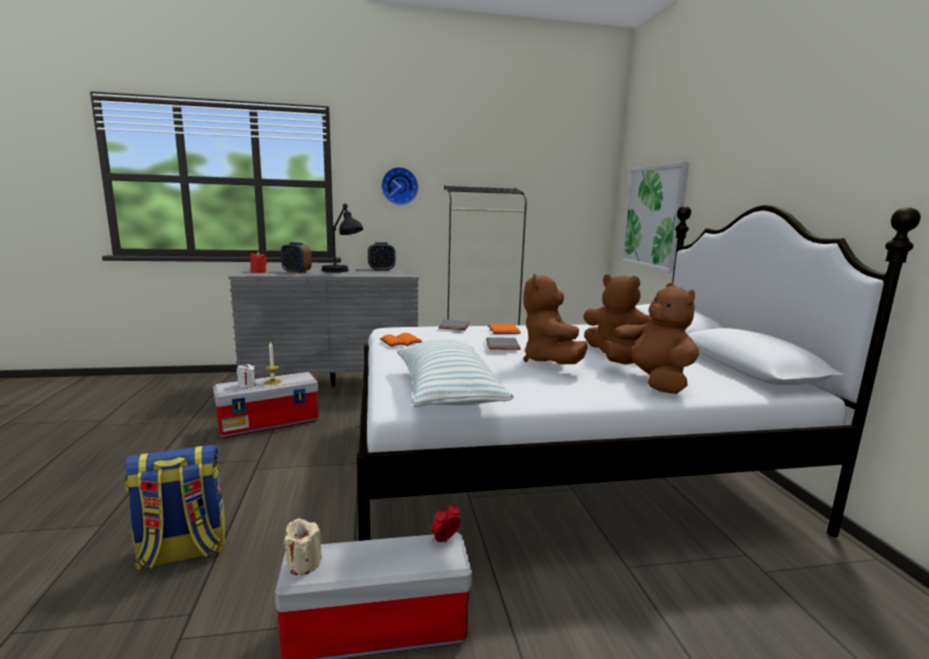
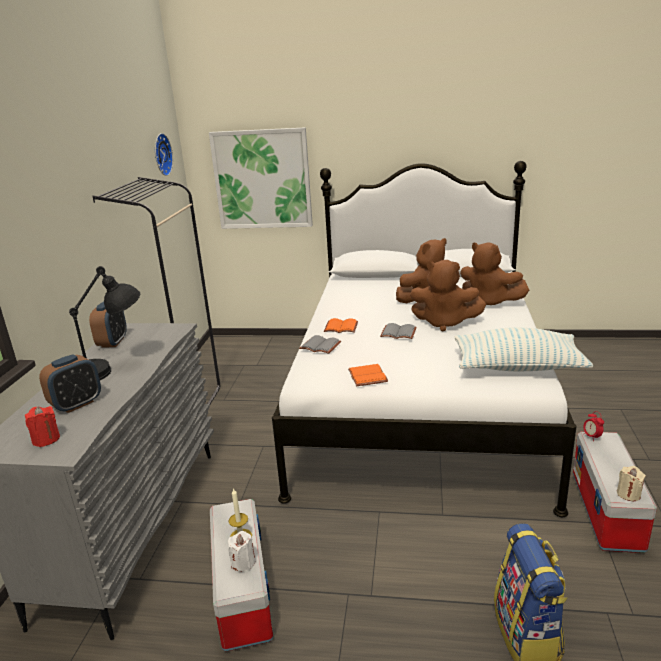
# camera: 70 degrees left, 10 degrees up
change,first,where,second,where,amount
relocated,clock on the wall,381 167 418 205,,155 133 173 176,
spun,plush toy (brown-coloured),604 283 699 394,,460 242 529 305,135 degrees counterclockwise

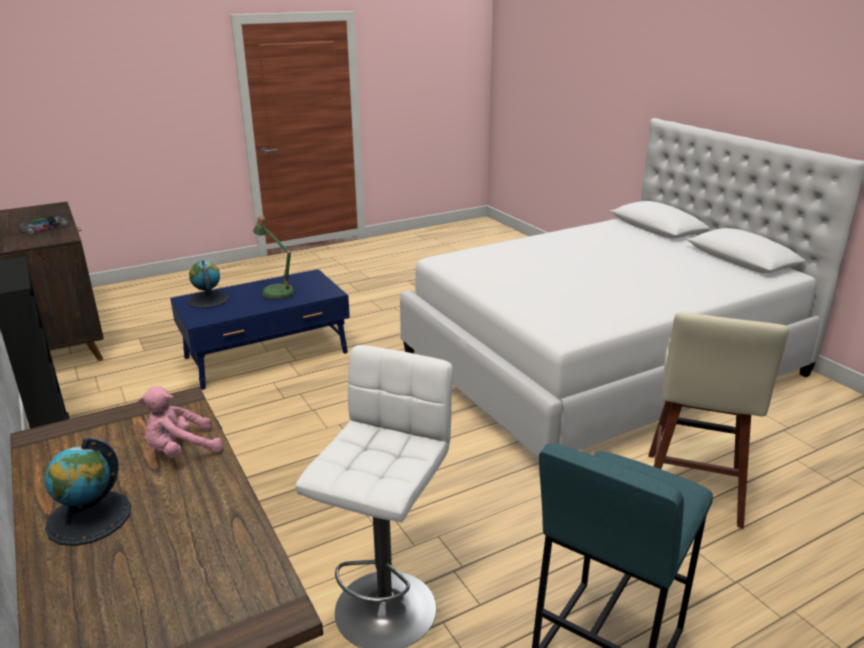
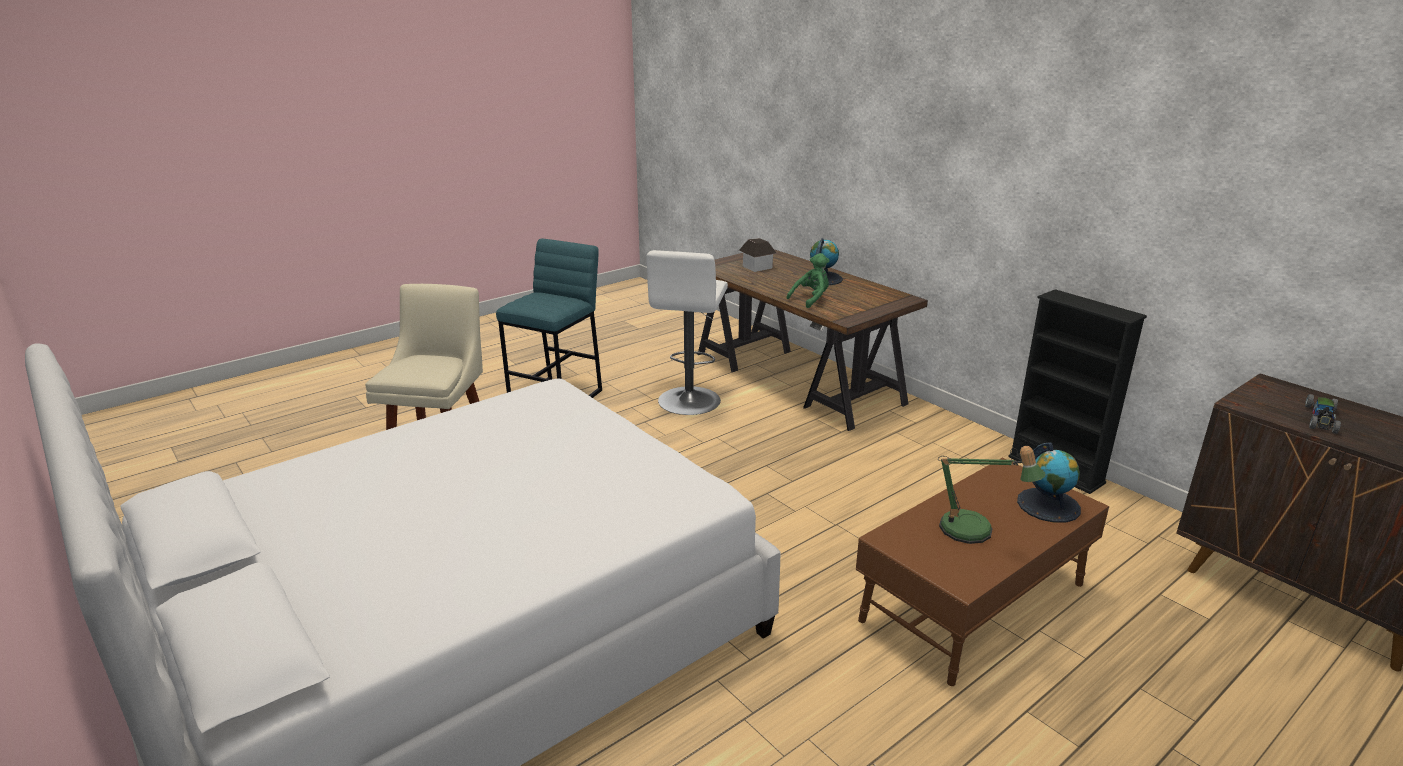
# camera: 170 degrees right, 0 degrees up
change,first,where,second,where,amount
colour,plush toy (pink),137 386 223 458,plush toy (green),786 253 830 308,
colour,low table (blue-coloured),170 269 350 390,low table (brown-coloured),856 458 1109 686,
appeared,,,miniature house,739 238 777 272,

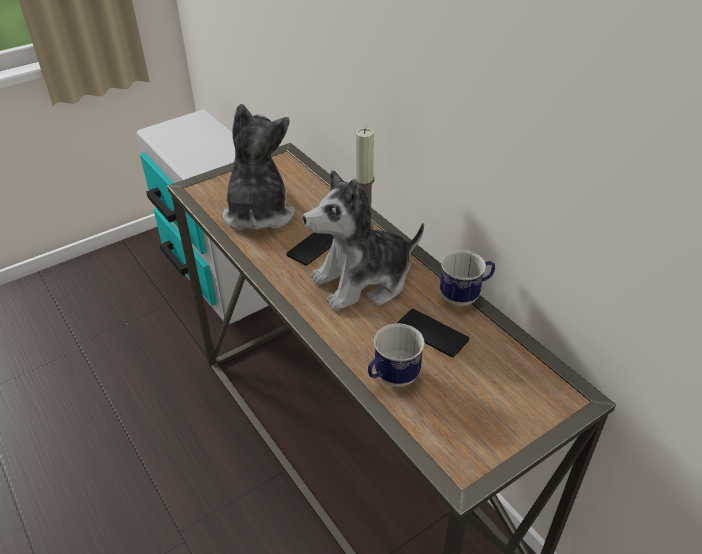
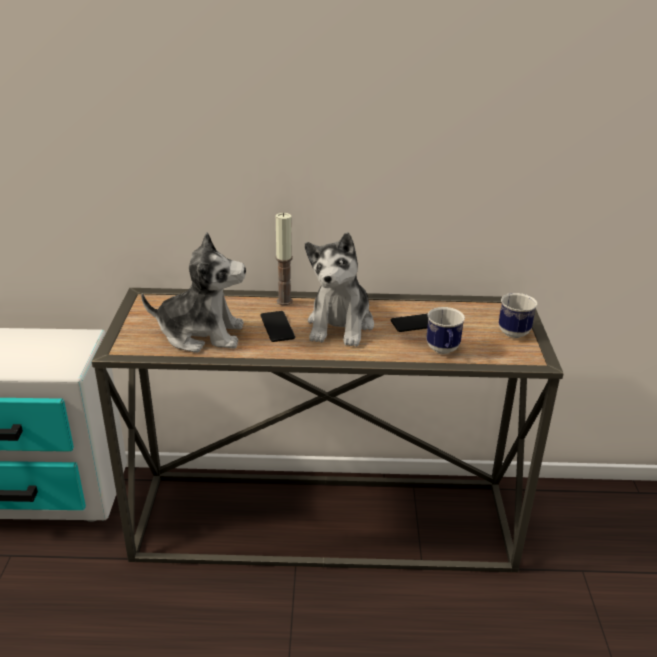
# camera: 55 degrees left, 10 degrees down
change,first,where,second,where,amount
spun,plush toy,223 104 295 230,,141 232 246 353,150 degrees clockwise
relocated,mug,440 250 495 306,,499 293 537 338,

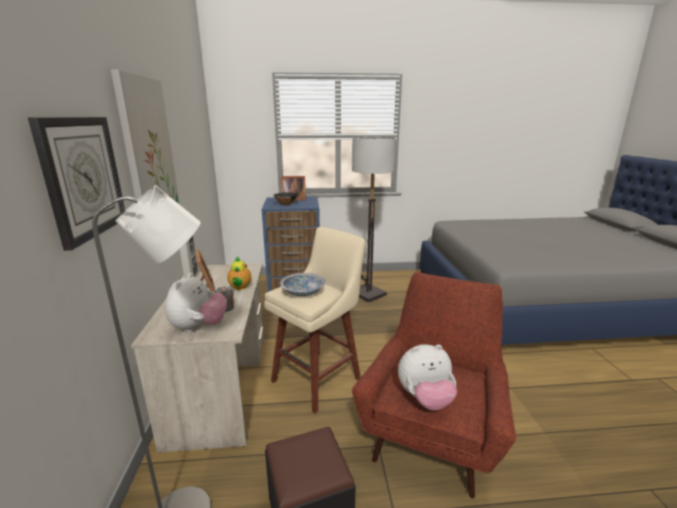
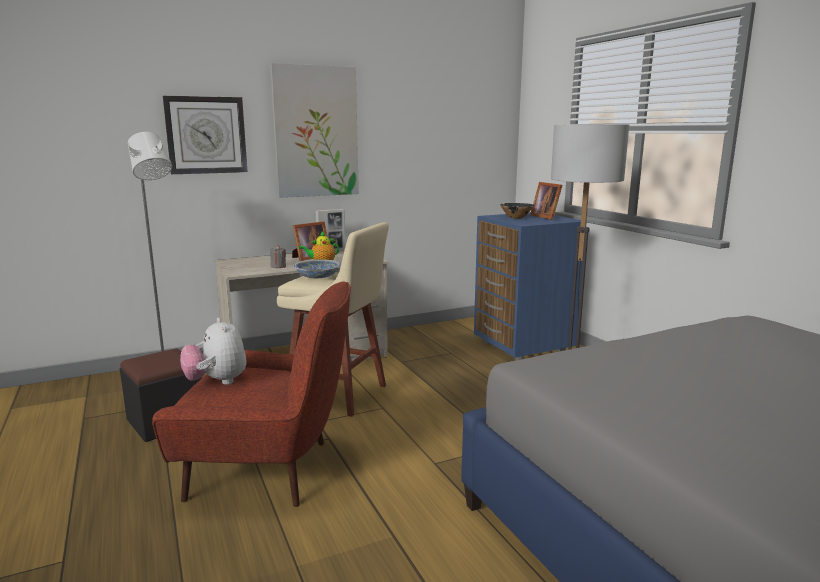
# camera: 70 degrees right, 5 degrees down
change,first,where,second,where,amount
missing,plush toy,165 273 227 332,,,

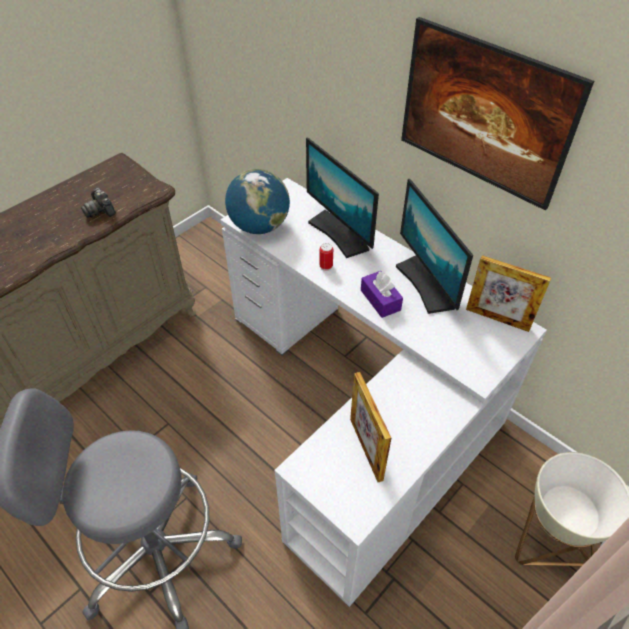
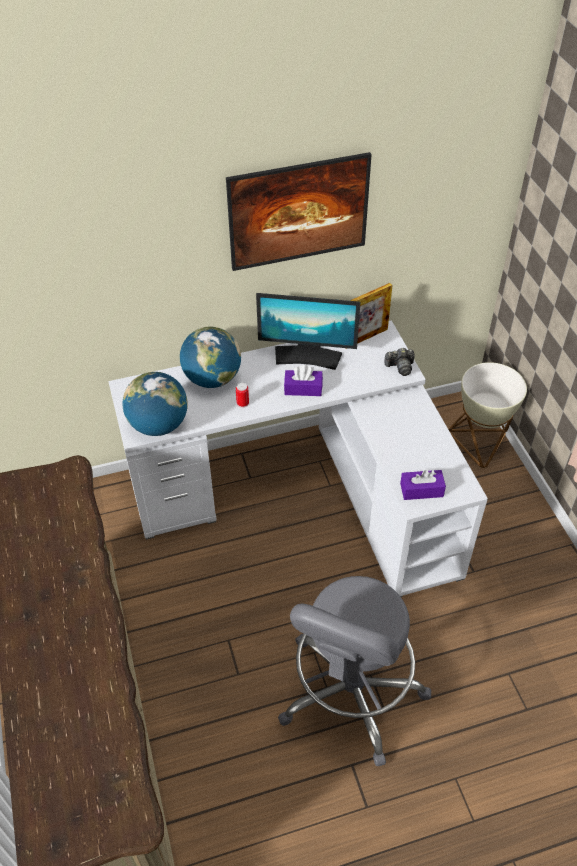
# camera: 60 degrees left, 0 degrees up
change,first,where,second,where,amount
relocated,still camera,81 187 116 218,,384 348 415 376,
exchanged,computer screen,306 137 379 258,desk globe,180 327 241 388,
missing,standing frame,350 372 391 482,,,
appeared,,,tissue holder (purple),400 470 446 500,

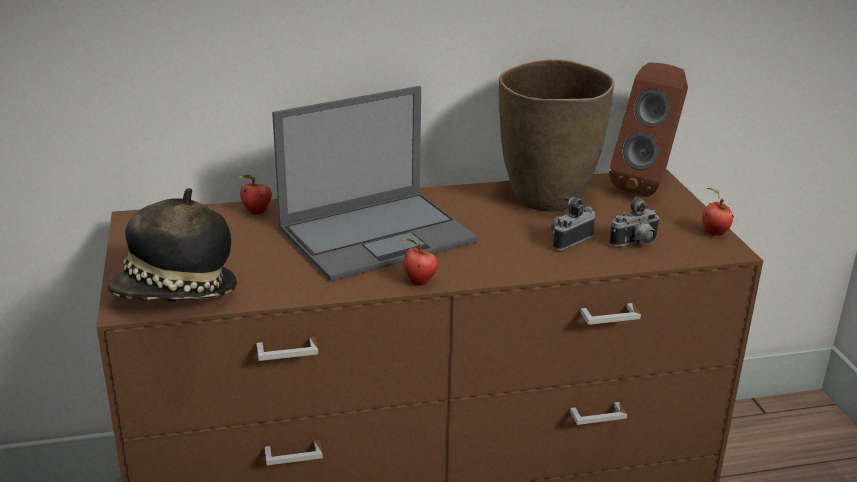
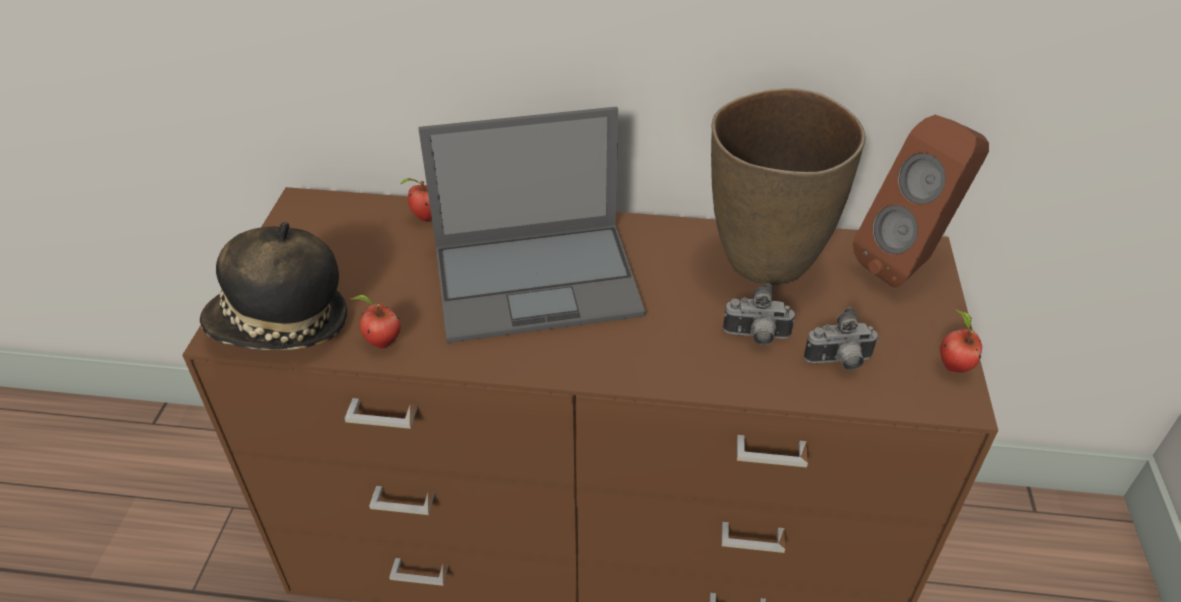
# camera: 20 degrees right, 15 degrees up
change,first,where,second,where,amount
relocated,apple fruit,399 238 438 285,,350 295 401 349,
spun,still camera,551 197 595 250,,723 283 795 345,150 degrees counterclockwise

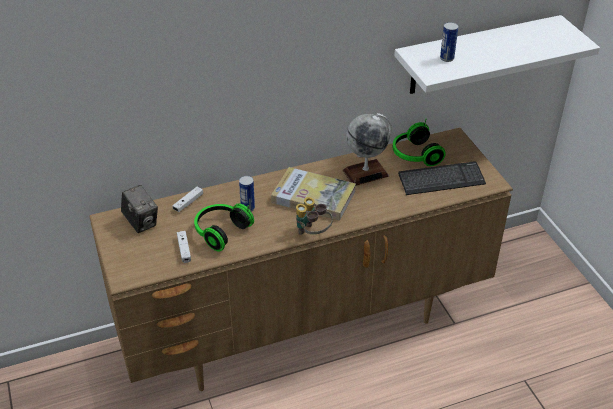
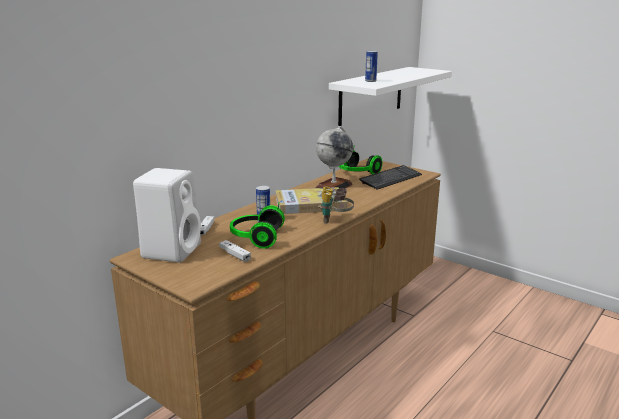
# camera: 30 degrees left, 20 degrees down
change,first,where,second,where,amount
exchanged,still camera,121 185 158 233,loudspeaker (white),133 168 201 262,

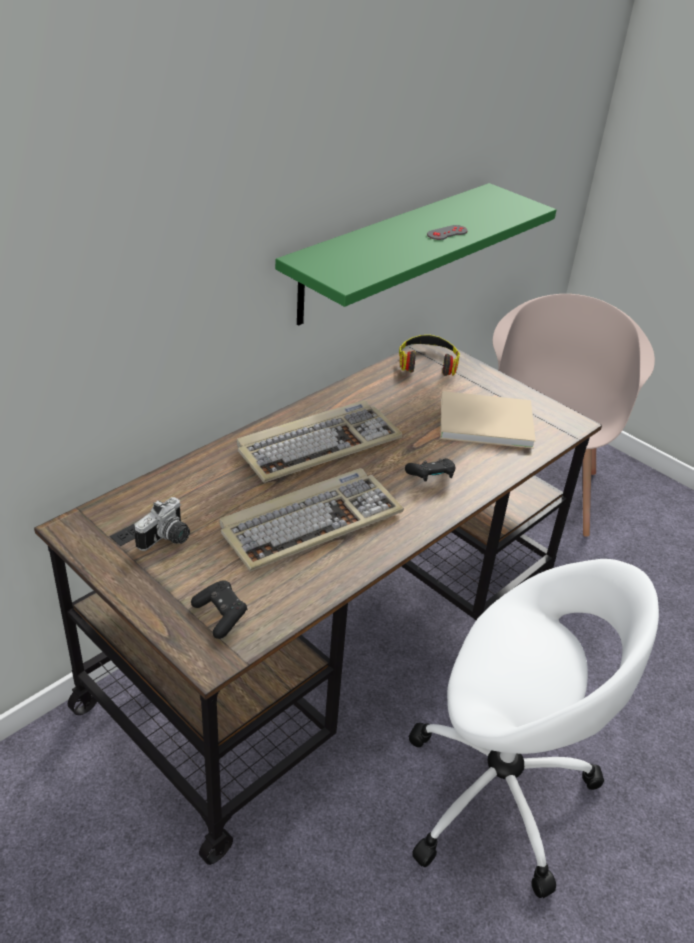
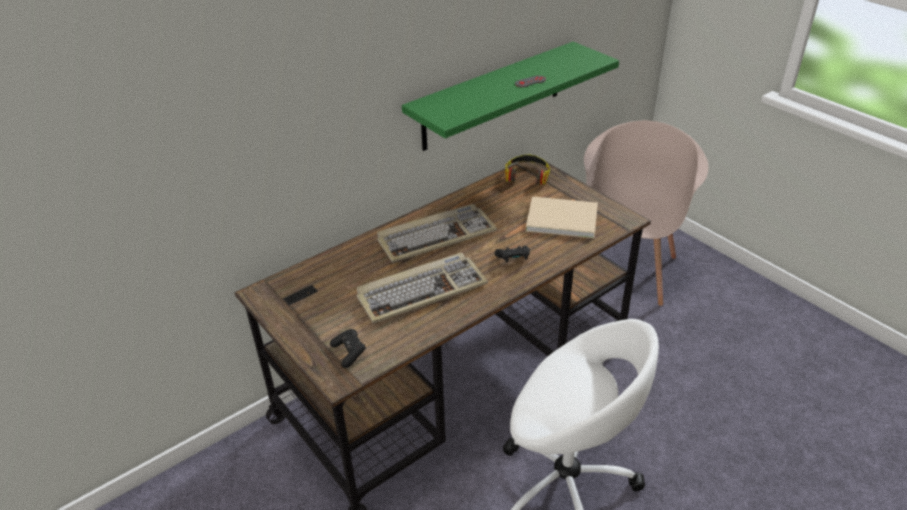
# camera: 10 degrees right, 0 degrees up
change,first,where,second,where,amount
missing,still camera,134 497 190 551,,,

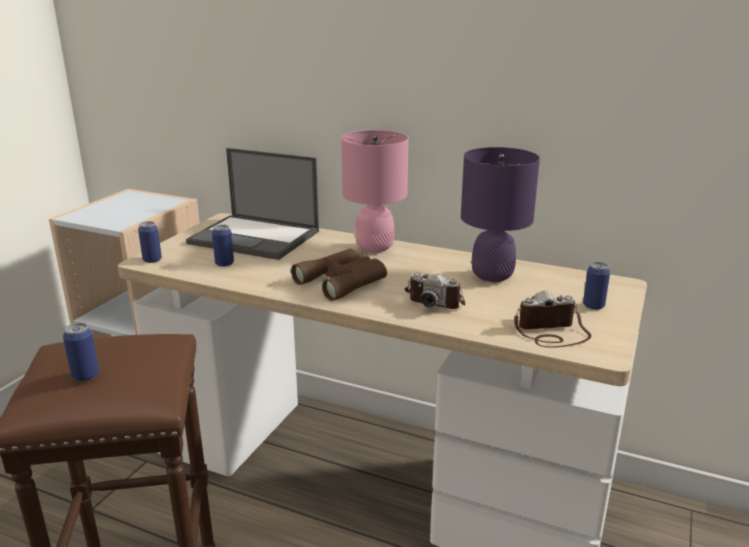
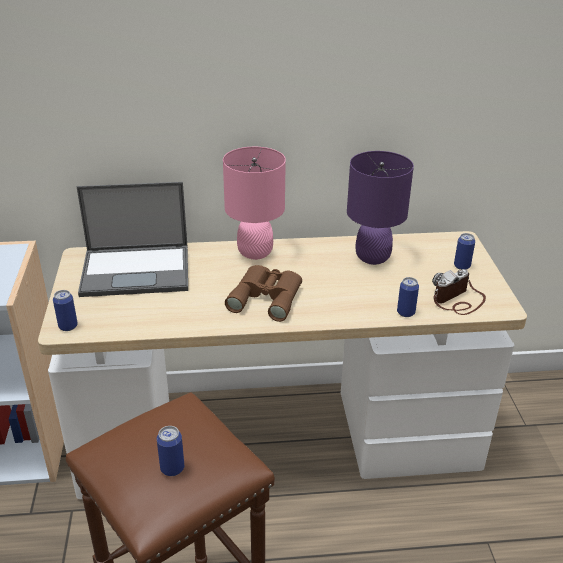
# camera: 30 degrees left, 10 degrees up
change,first,where,second,where,amount
relocated,metal can,212 225 234 267,,397 277 419 317,
missing,still camera,405 273 465 309,,,

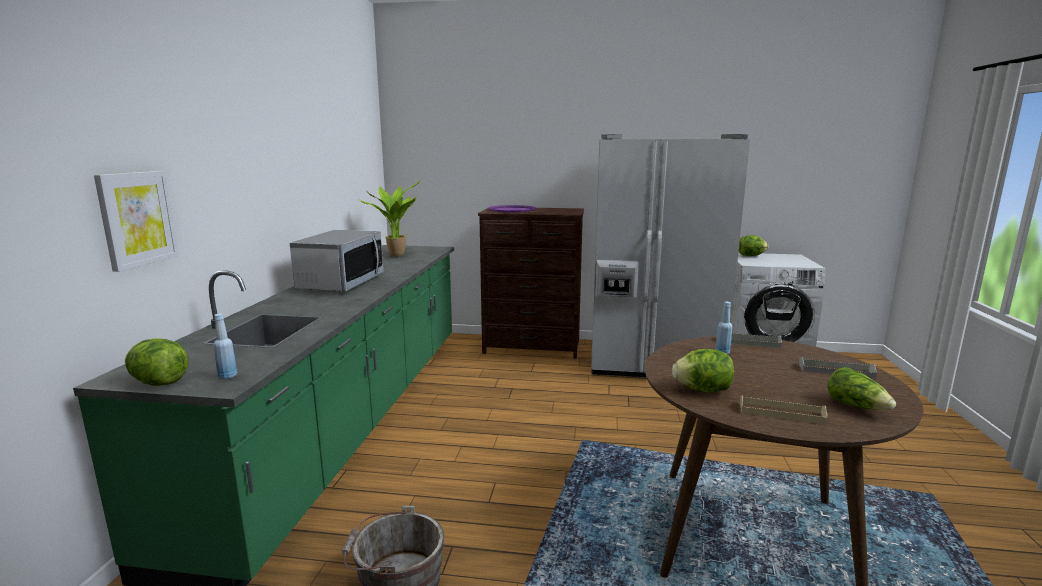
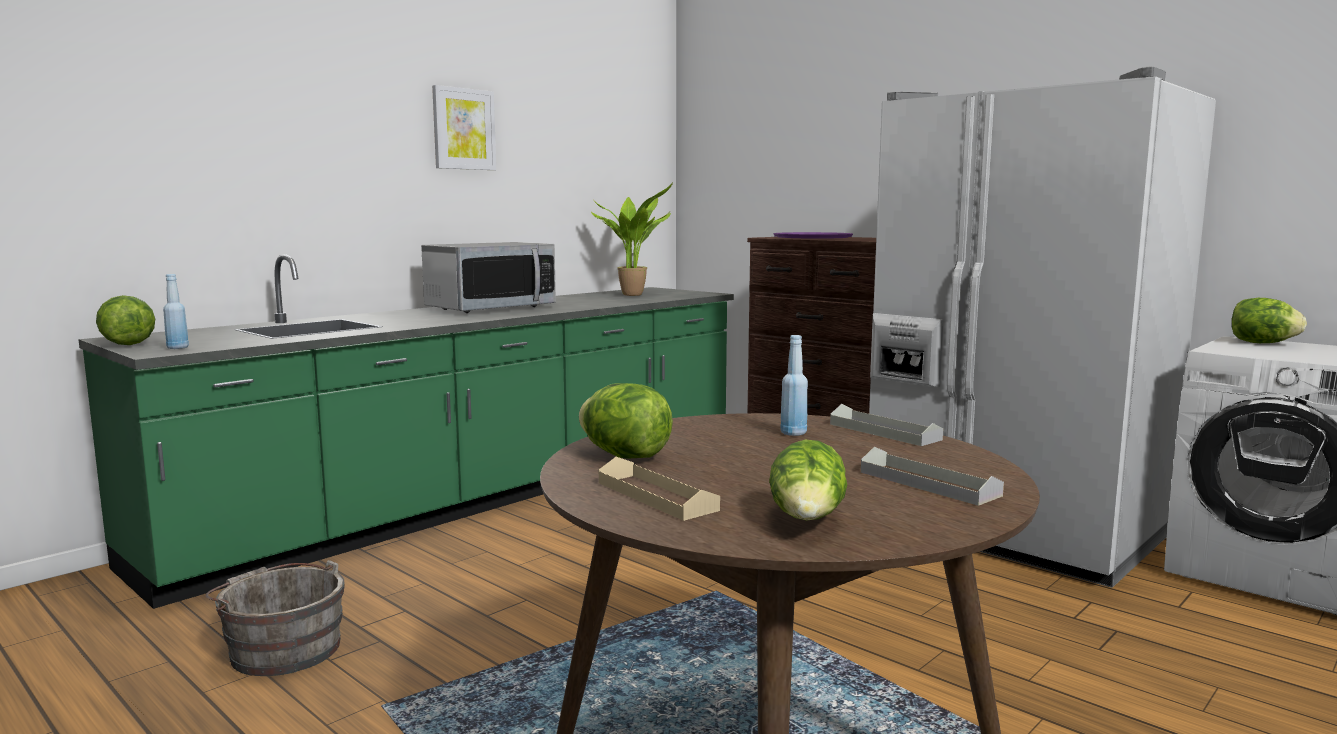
# camera: 35 degrees right, 5 degrees down
change,first,where,second,where,amount
relocated,wall art,94 171 179 272,,432 85 496 170,

